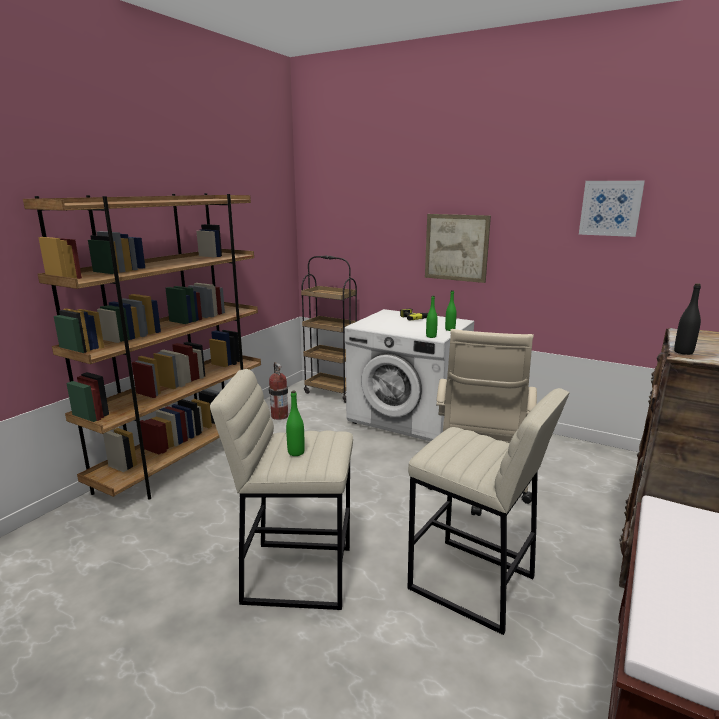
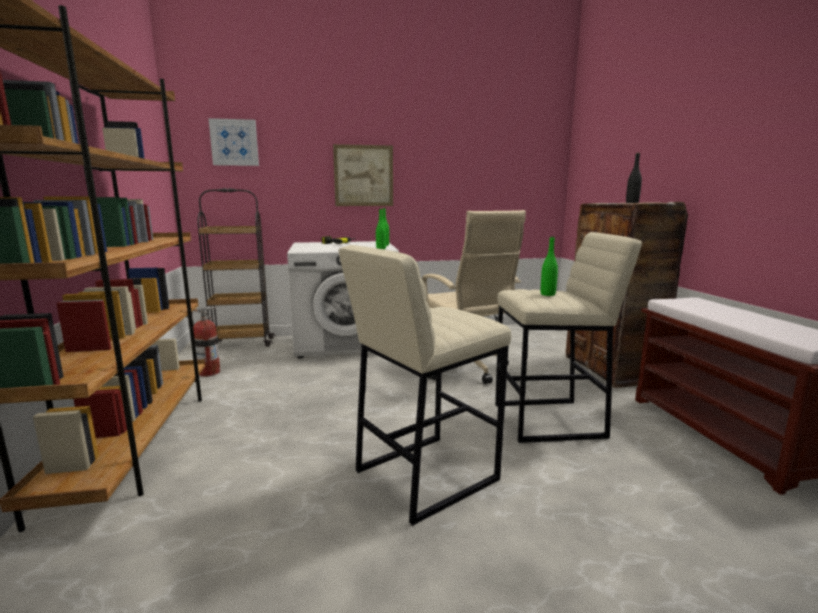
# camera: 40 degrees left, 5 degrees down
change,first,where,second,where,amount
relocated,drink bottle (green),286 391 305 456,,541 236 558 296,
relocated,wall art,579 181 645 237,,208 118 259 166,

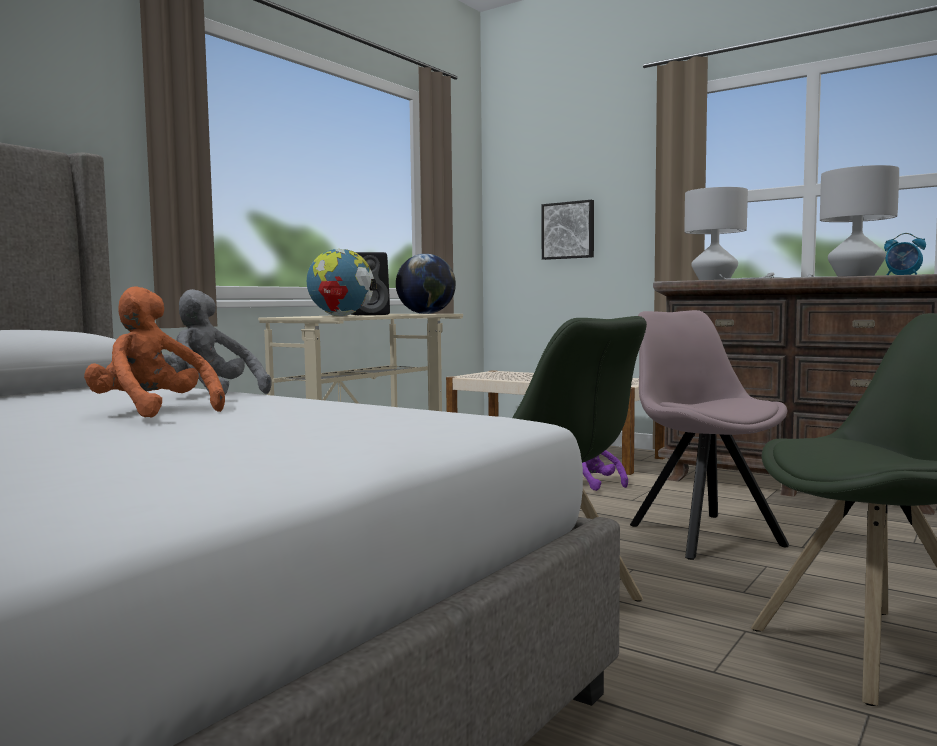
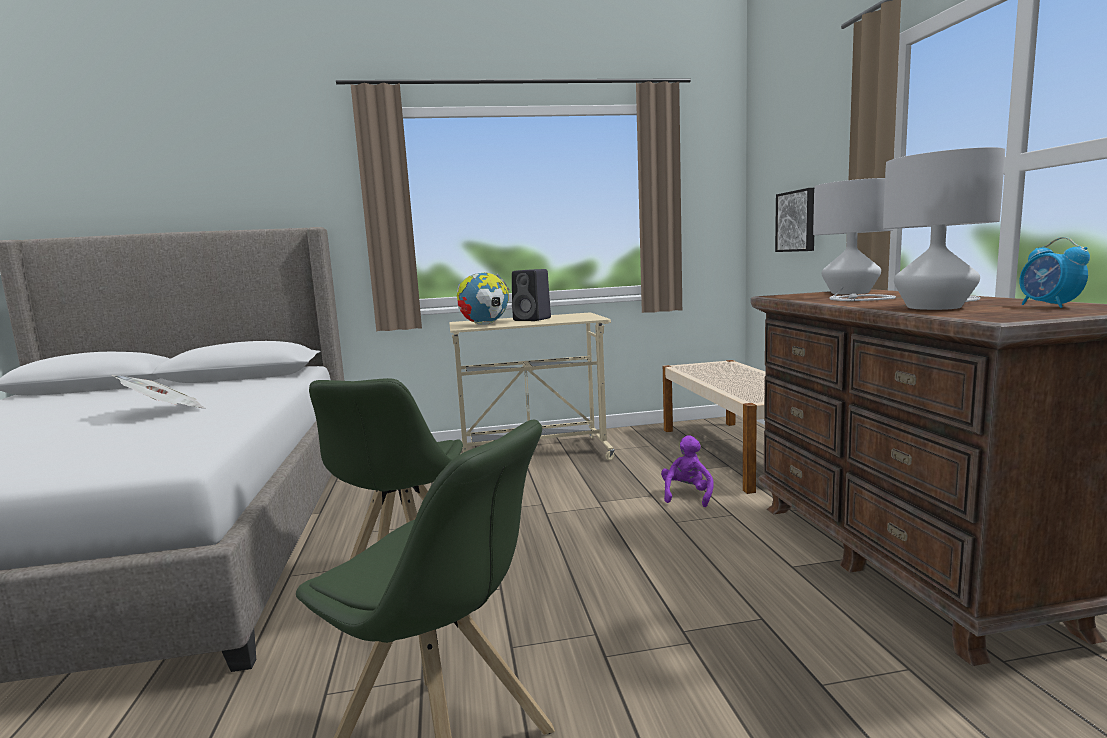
# camera: 45 degrees right, 5 degrees up
change,first,where,second,where,amount
exchanged,plush toy (orange),84 286 225 418,daily paper,112 375 205 408,
missing,plush toy (greyish),163 289 271 394,,,
missing,desk globe,396 254 456 314,,,
missing,chair (pink),630 310 789 560,,,

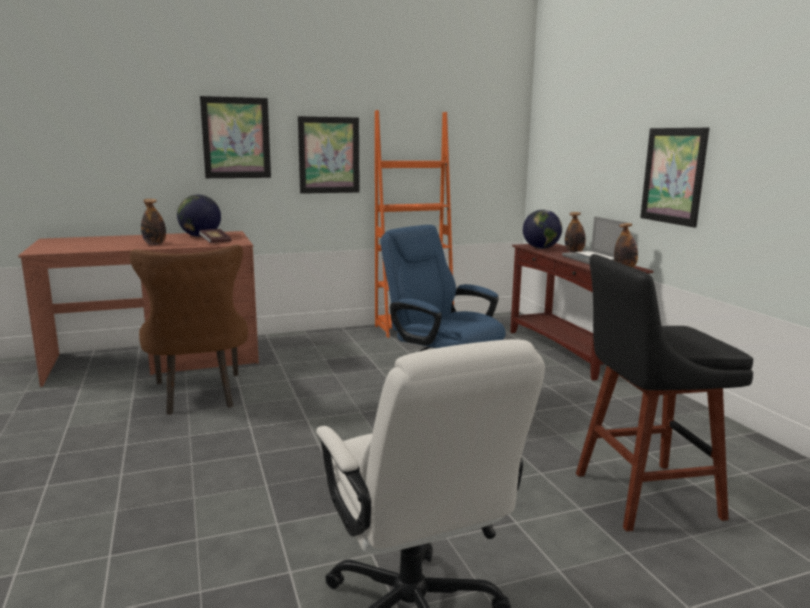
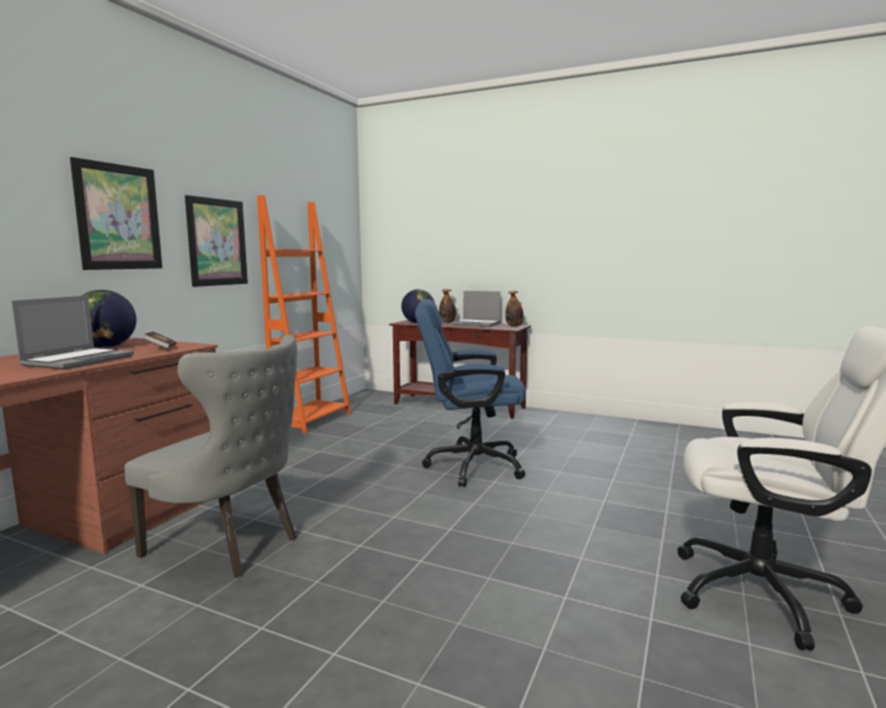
# camera: 45 degrees left, 5 degrees down
change,first,where,second,where,amount
colour,chair (brown-coloured),130 245 248 415,chair (greyish),124 335 297 578,
exchanged,drink bottle,141 199 166 245,portable computer,11 295 134 370,
missing,sitting stool (black-coloured),576 254 753 532,,,
missing,wall art,640 128 709 228,,,

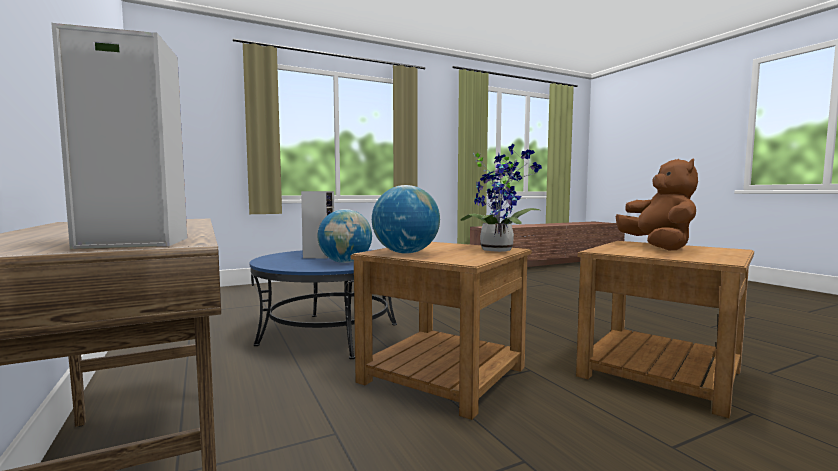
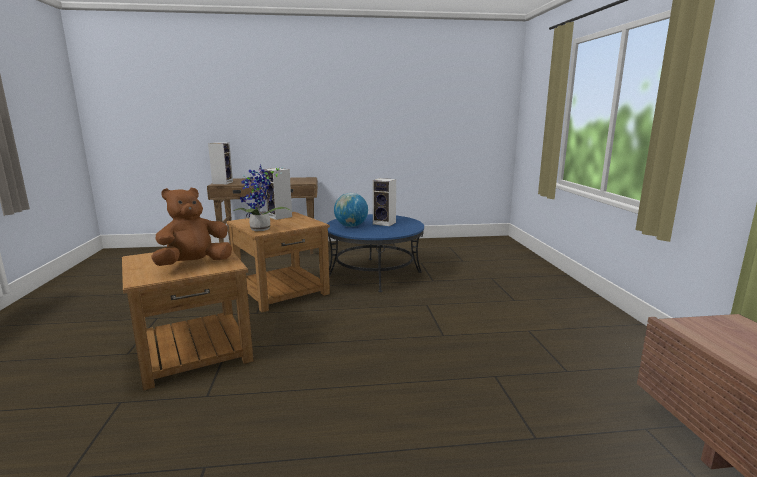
# camera: 110 degrees right, 10 degrees up
change,first,where,second,where,amount
exchanged,desk globe,372 185 440 254,loudspeaker,264 168 292 220,
spun,plush toy (brown-coloured),616 158 698 250,,151 188 232 266,120 degrees clockwise

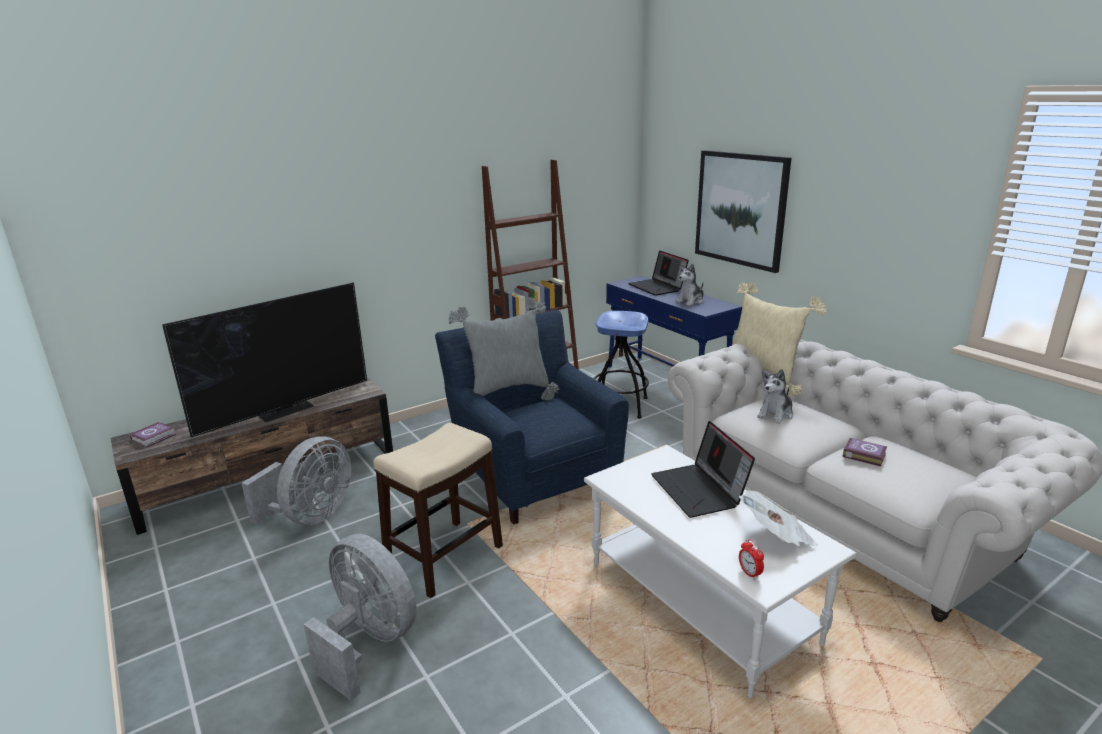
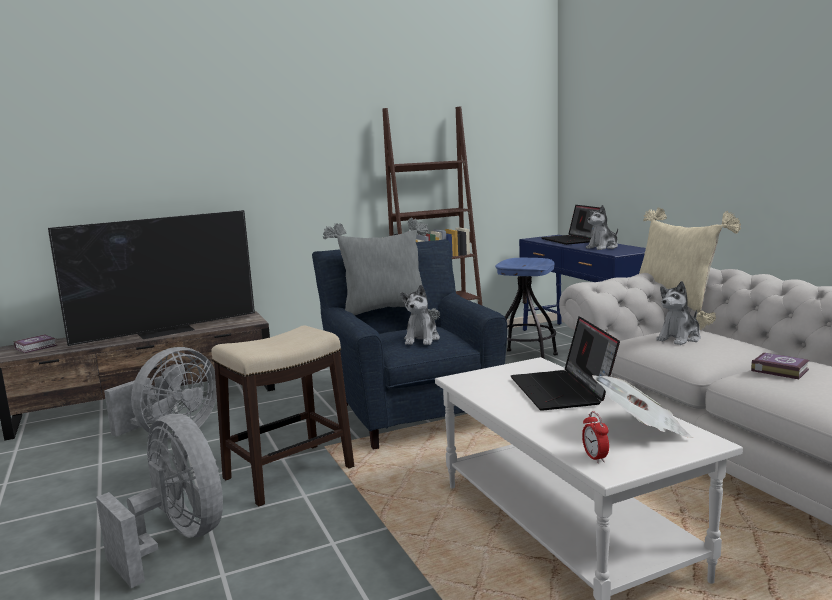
# camera: 10 degrees right, 10 degrees down
change,first,where,second,where,amount
missing,wall art,695 150 791 273,,,
appeared,,,plush toy,400 285 440 345,

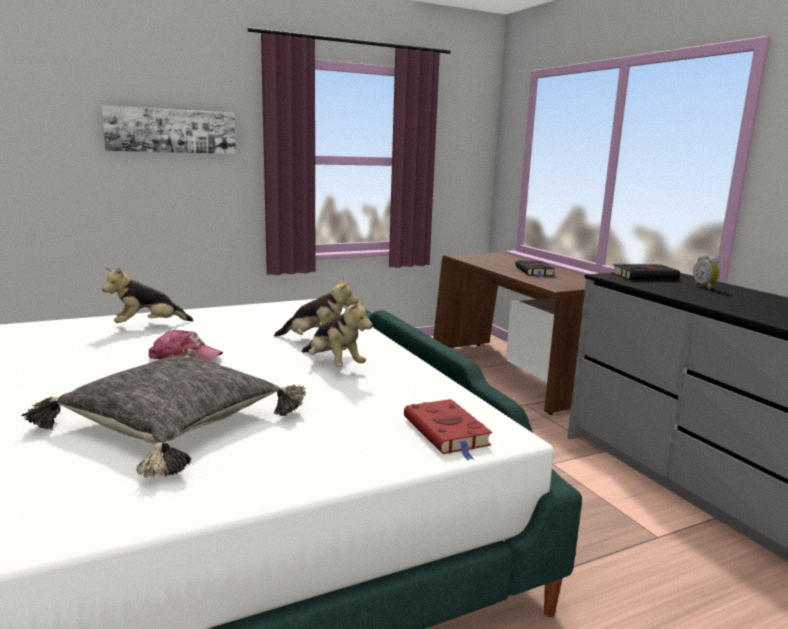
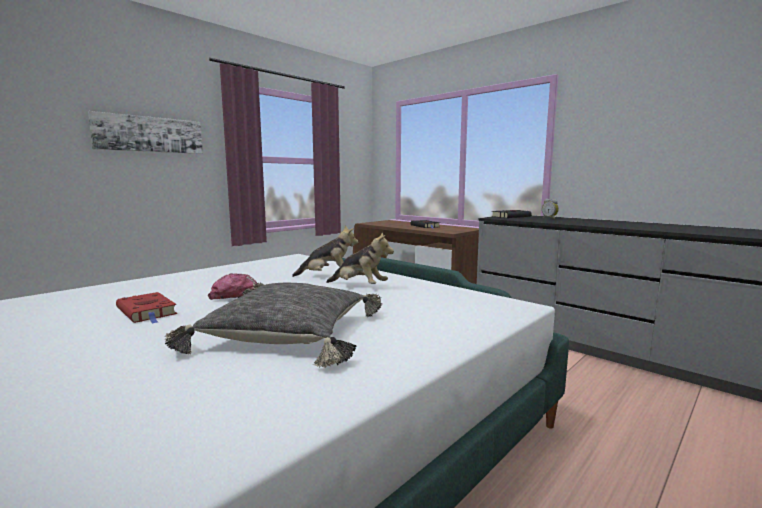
# camera: 20 degrees left, 5 degrees down
change,first,where,second,where,amount
missing,plush toy,102 267 193 323,,,
relocated,volume (red-coloured),404 399 492 460,,116 292 177 324,

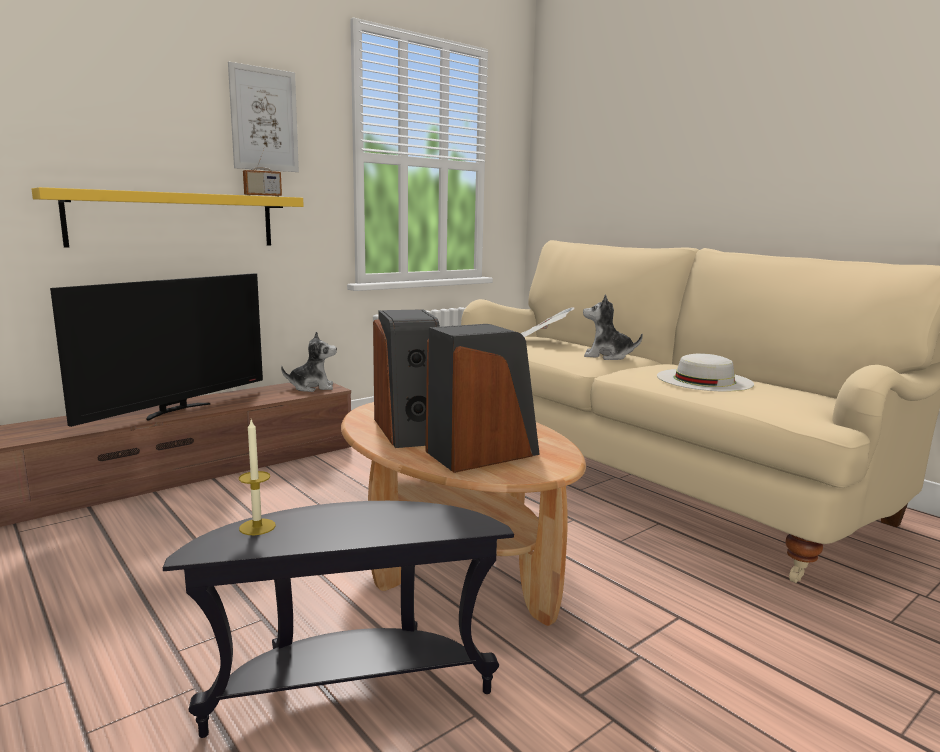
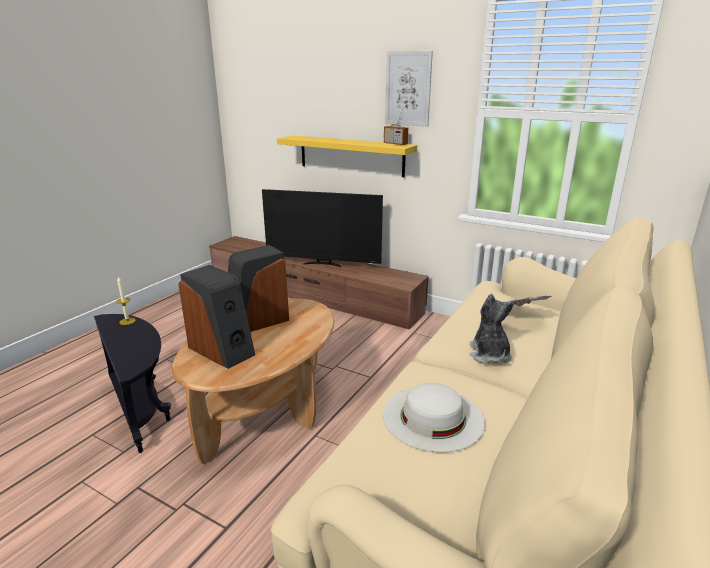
# camera: 70 degrees right, 10 degrees up
change,first,where,second,where,amount
missing,plush toy,281 331 337 392,,,

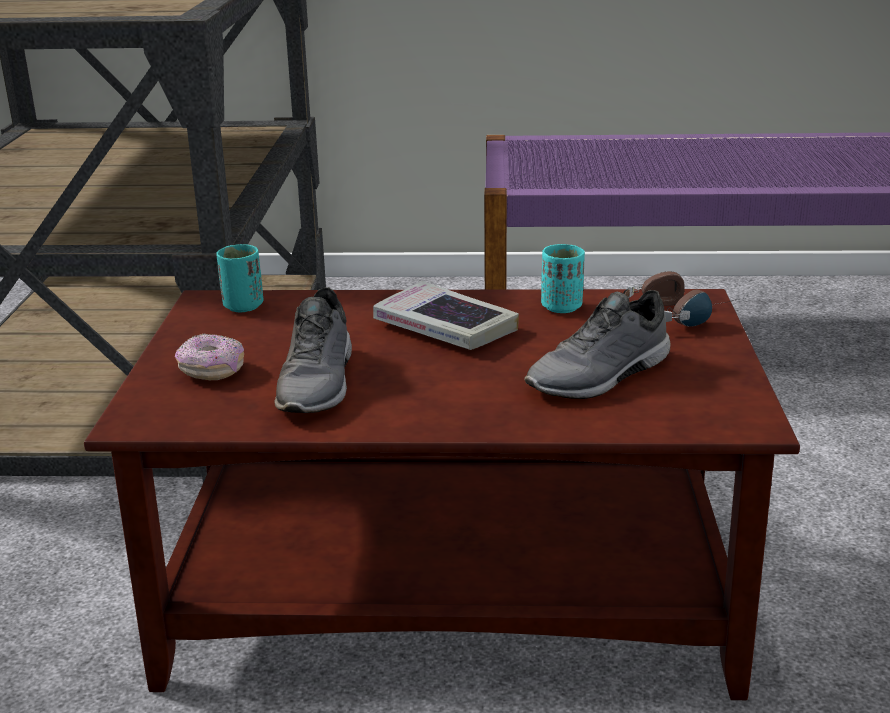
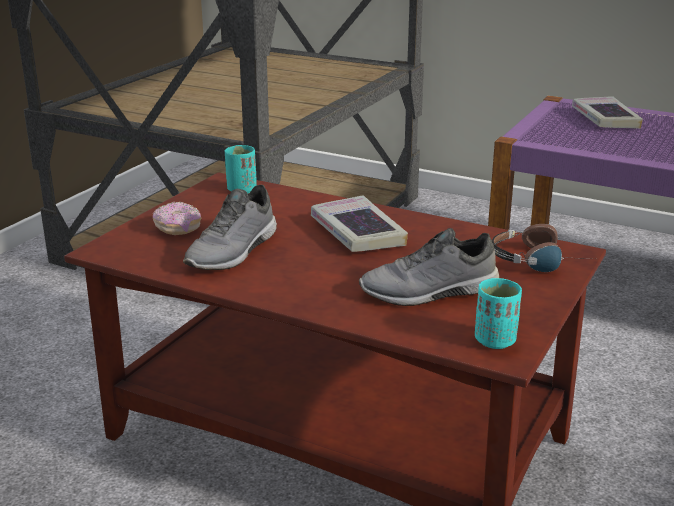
# camera: 25 degrees right, 0 degrees up
change,first,where,second,where,amount
relocated,drinking cup (blue-green),541 244 585 313,,475 278 522 349,
appeared,,,volume,572 96 643 129,

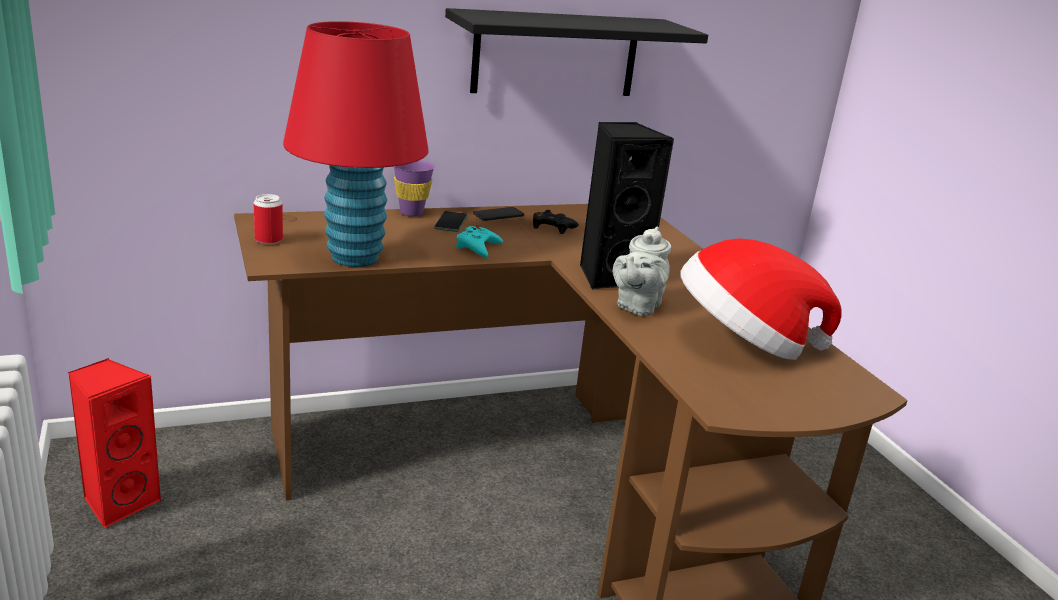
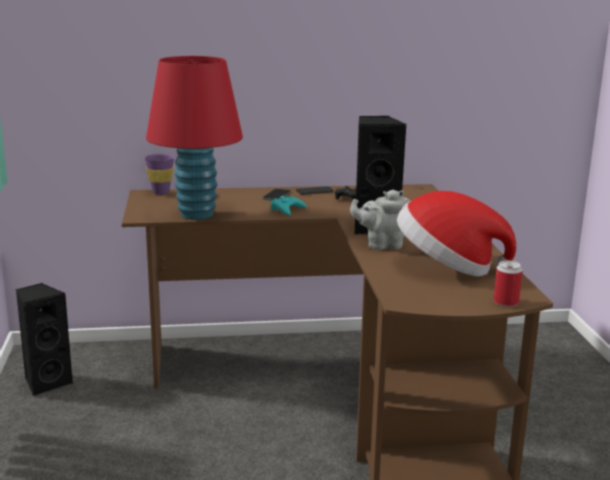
# camera: 15 degrees right, 5 degrees down
change,first,where,second,where,amount
colour,loudspeaker (red-coloured),67 358 162 528,loudspeaker (black-coloured),16 283 74 396,
relocated,metal can,254 194 283 244,,493 261 523 307,
relocated,drinking cup (purple),394 160 435 217,,144 154 175 195,
missing,bracket shelf (black-coloured),445 8 708 96,,,
spun,pot for tea (greyish),613 227 671 316,,350 190 410 250,45 degrees clockwise

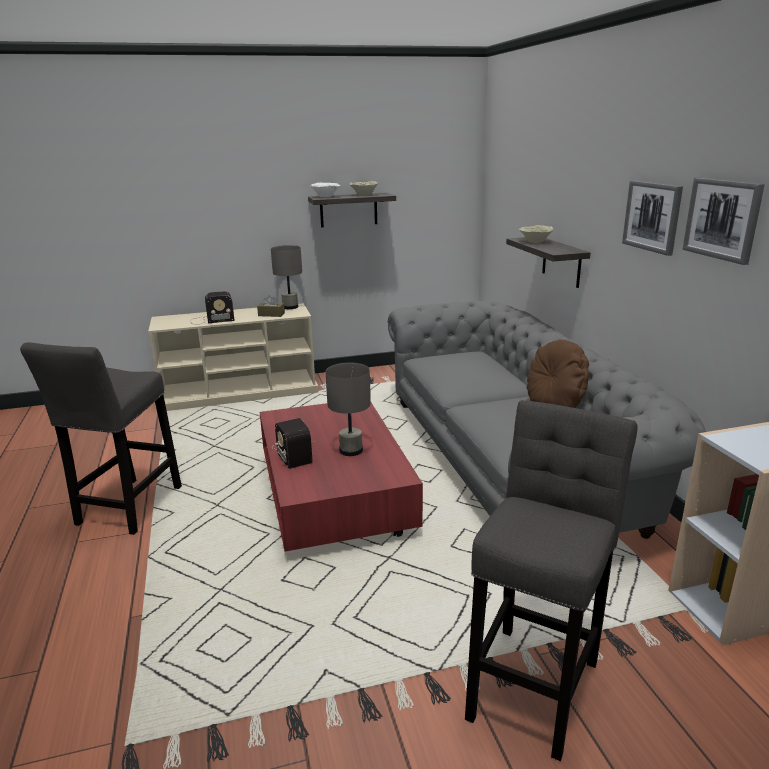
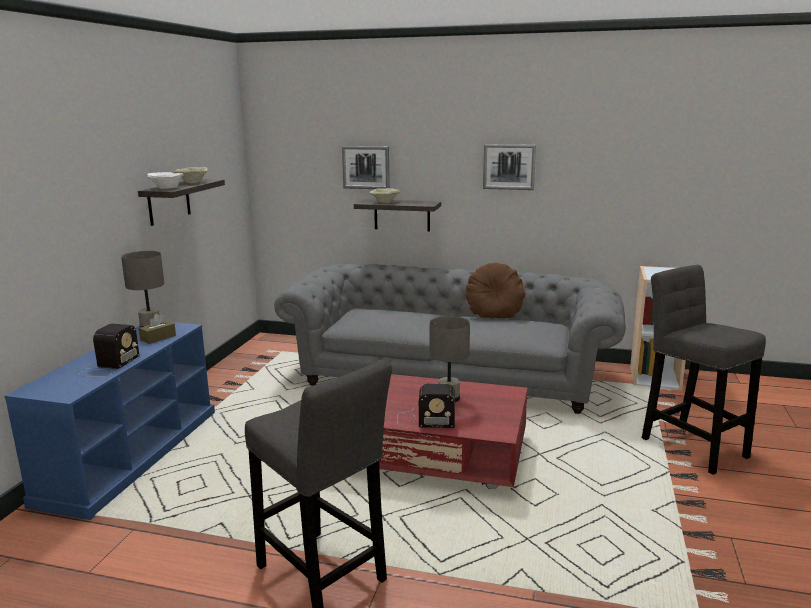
# camera: 60 degrees left, 5 degrees down
change,first,where,second,where,amount
colour,tv stand (beige),148 303 318 411,tv stand (blue-coloured),4 322 215 520,
relocated,wall art,682 178 765 265,,342 146 390 189,

